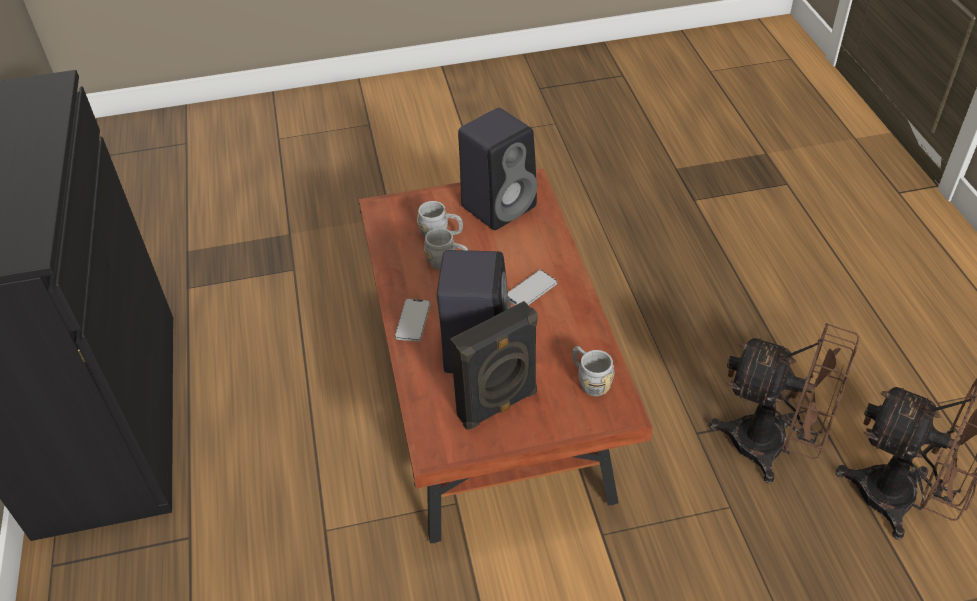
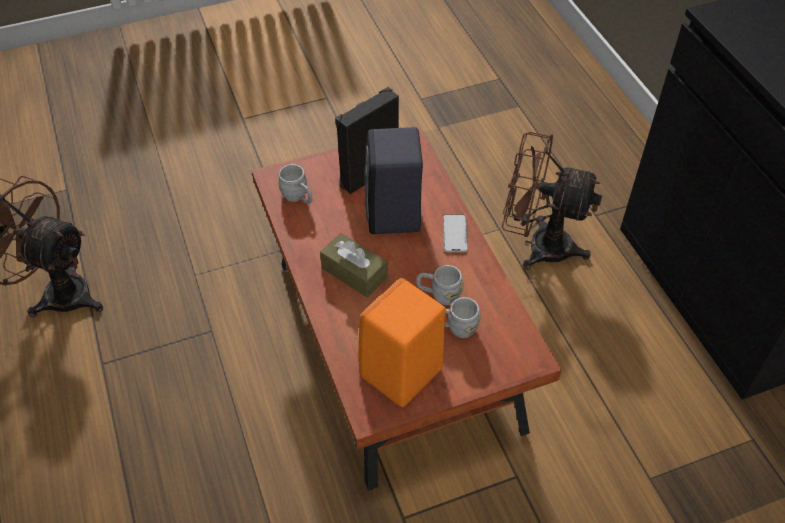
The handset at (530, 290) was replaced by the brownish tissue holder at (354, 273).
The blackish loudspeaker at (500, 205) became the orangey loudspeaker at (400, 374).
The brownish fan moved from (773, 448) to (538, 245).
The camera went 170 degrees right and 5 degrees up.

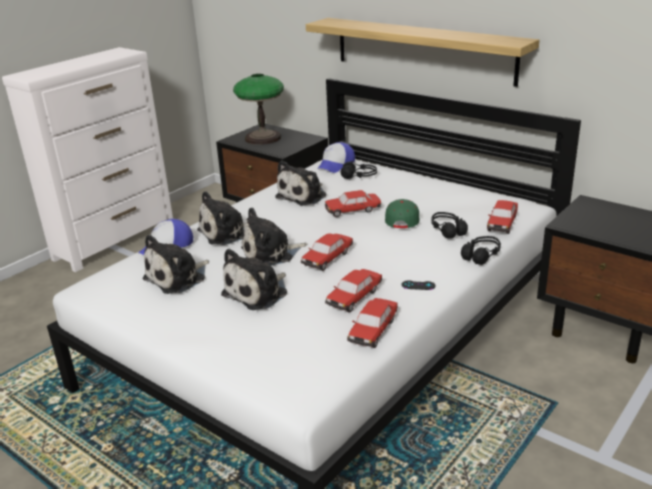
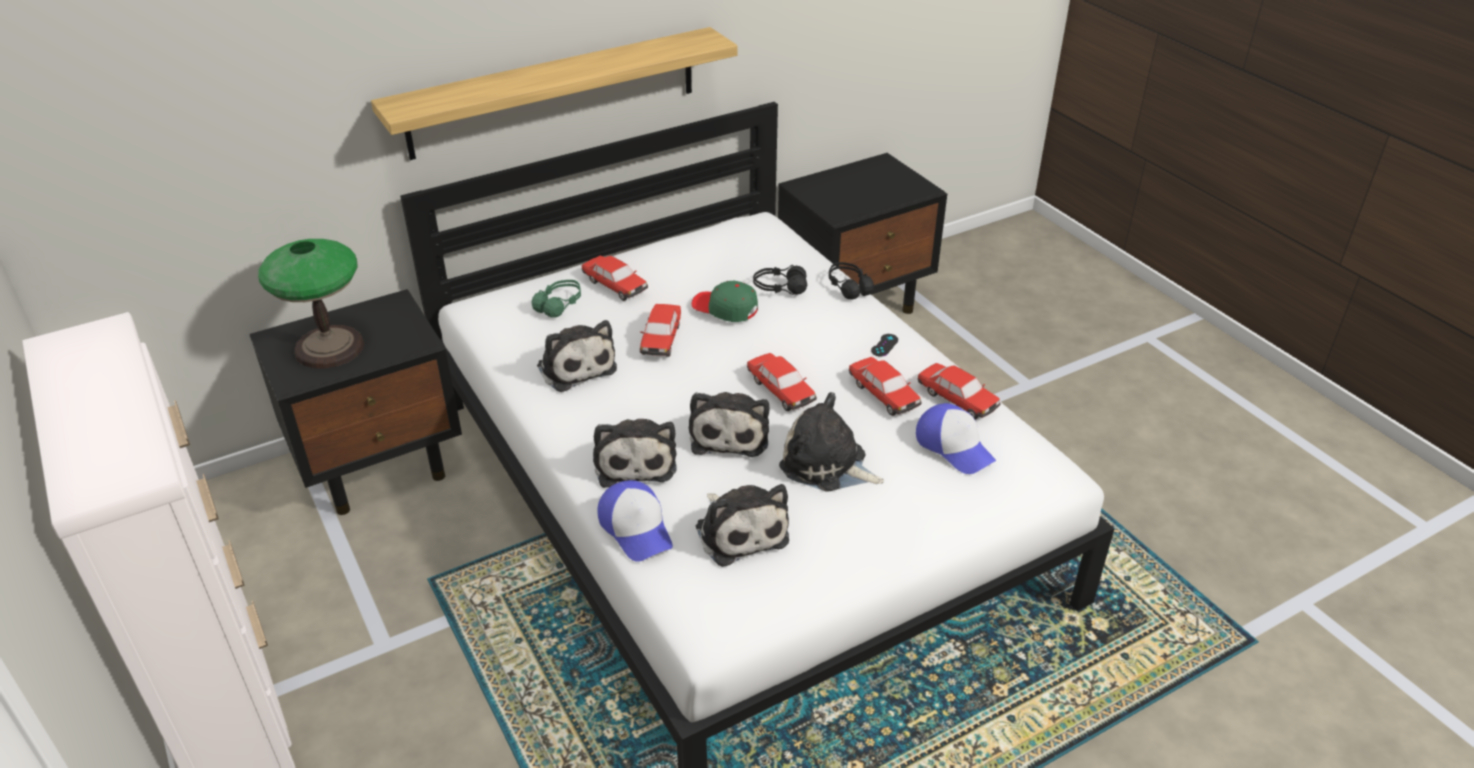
The blackish pair of headphones at (359, 176) became the green-coloured pair of headphones at (559, 305).
The miniature car moved from (502, 223) to (615, 285).
The plush toy at (258, 293) turned 150 degrees clockwise.
The baseball cap moved from (336, 165) to (954, 446).
The camera went 70 degrees left and 10 degrees up.

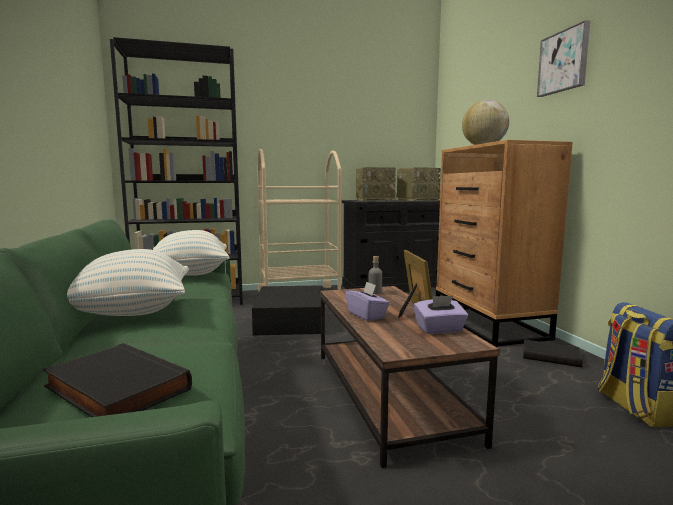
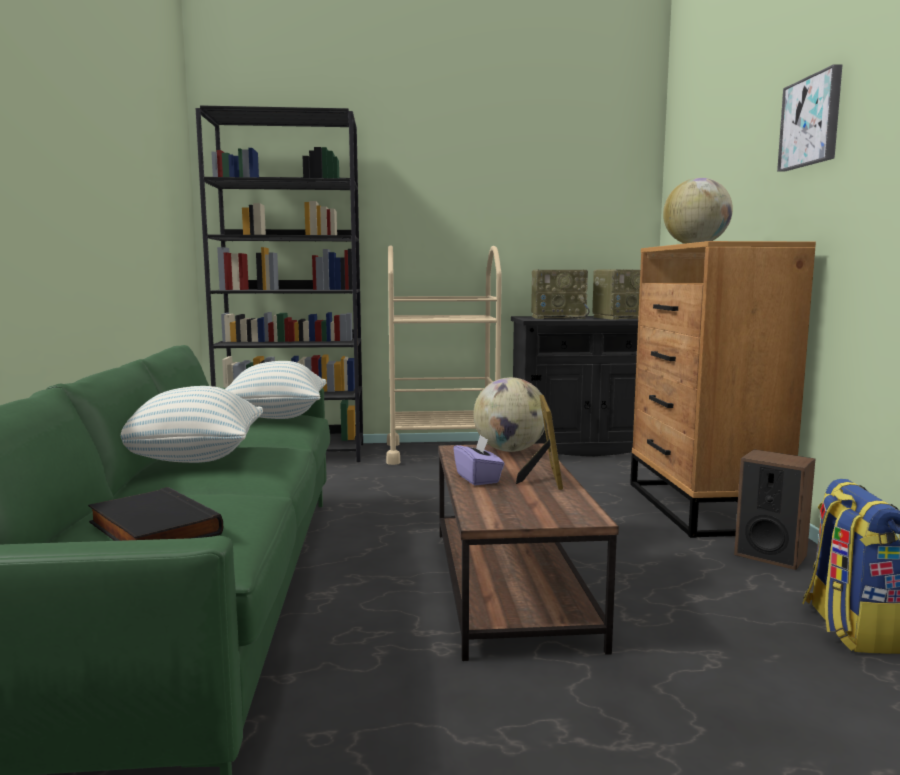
The grey bottle at (375, 292) was replaced by the world globe at (510, 450).
The blackish bound book at (551, 356) was replaced by the loudspeaker at (770, 555).
The blackish storage container at (291, 319) disappeared.
The purple-coloured tissue holder at (439, 329) disappeared.
The camera went 10 degrees right and 0 degrees up.

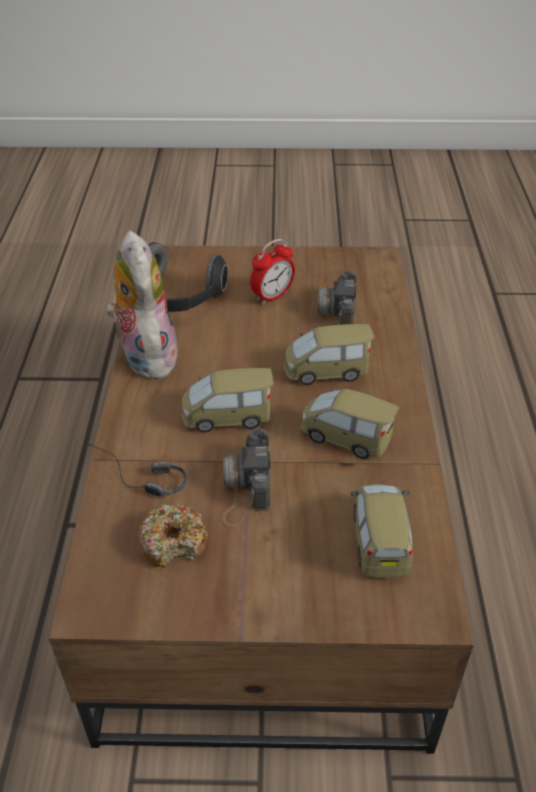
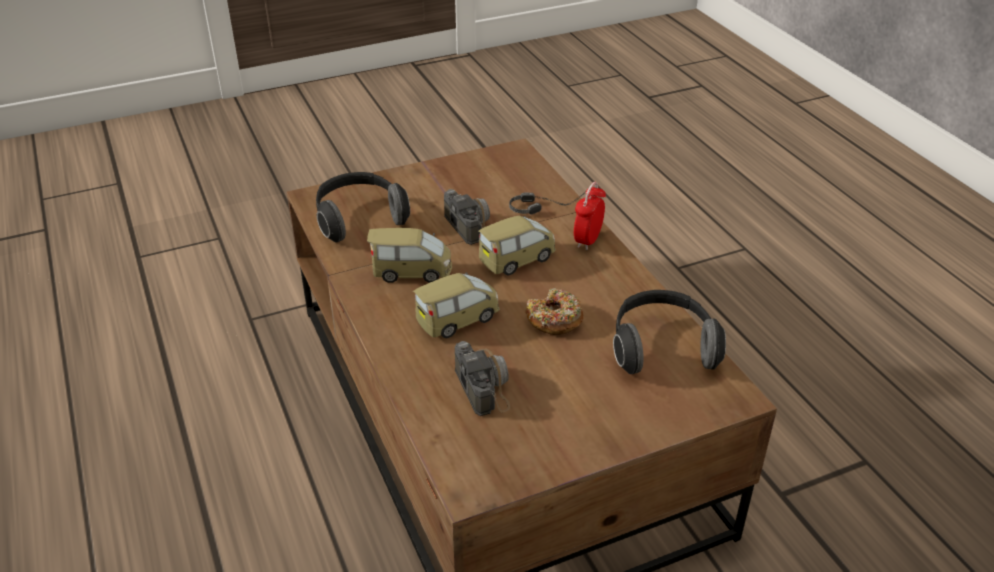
The miniature car at (379, 540) was replaced by the pair of headphones at (359, 219).
The doughnut moved from (173, 542) to (554, 320).
The alarm clock moved from (272, 296) to (587, 240).
The plush toy at (145, 356) disappeared.
The camera went 155 degrees right and 5 degrees down.

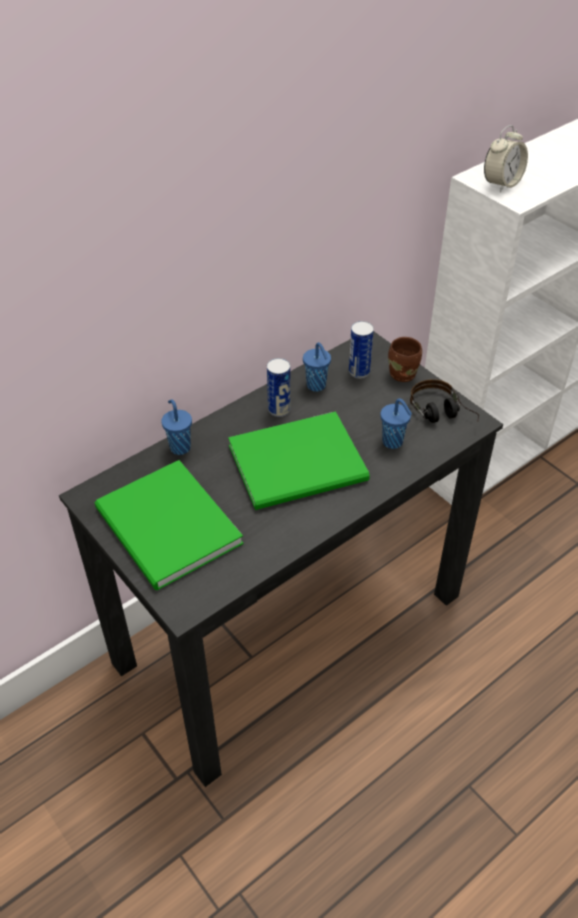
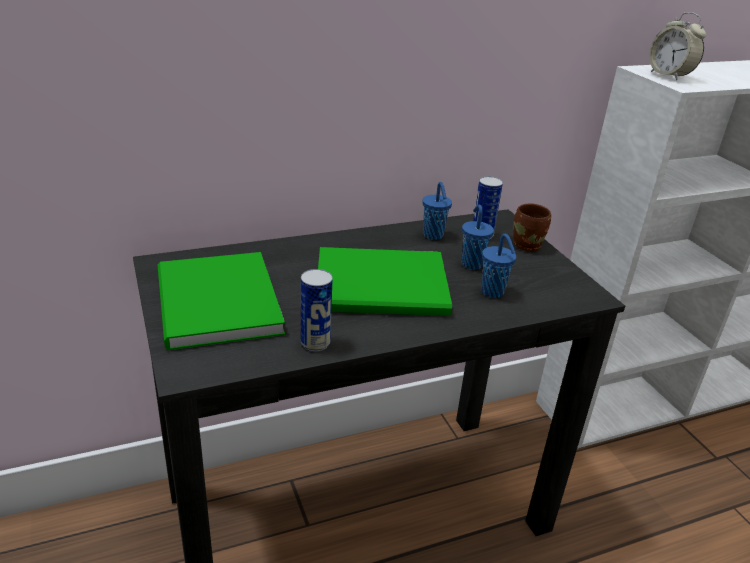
The sealed can moved from (279, 410) to (315, 343).
The blue-coloured small cup moved from (179, 447) to (471, 263).
The alarm clock at (502, 184) turned 90 degrees clockwise.
The pair of headphones at (442, 415) disappeared.
The camera went 15 degrees right and 15 degrees down.

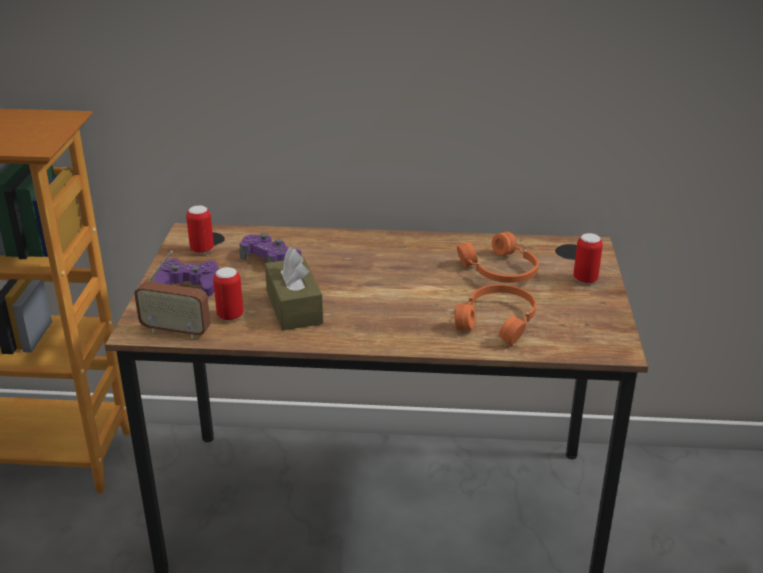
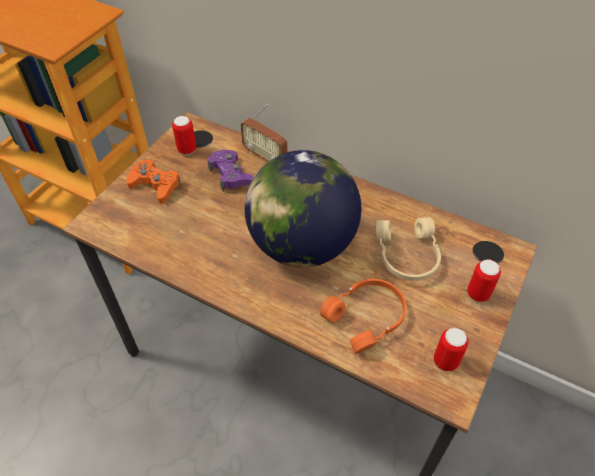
The purple-coloured game controller at (189, 285) became the orangey game controller at (155, 185).
The radio moved from (176, 331) to (265, 157).
The world globe at (301, 244) appeared.
The orangey pair of headphones at (499, 271) became the beige pair of headphones at (406, 256).
The sealed can moved from (230, 316) to (445, 361).
The brownish tissue holder at (294, 307) disappeared.
The camera went 25 degrees right and 20 degrees up.

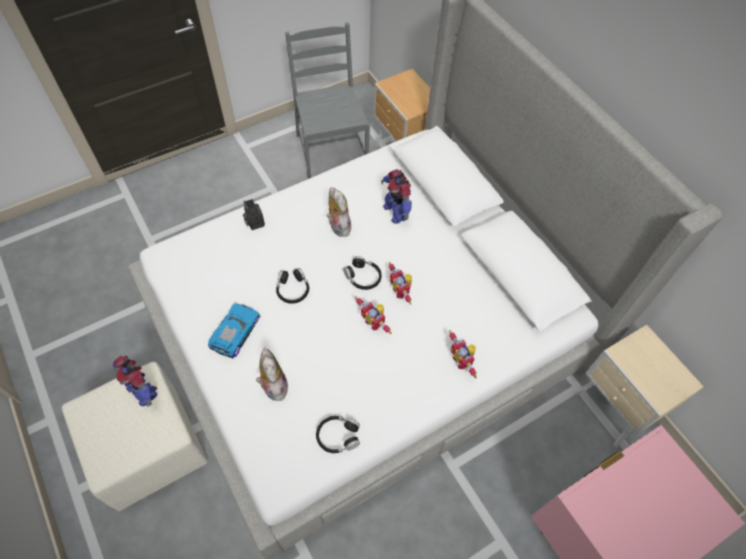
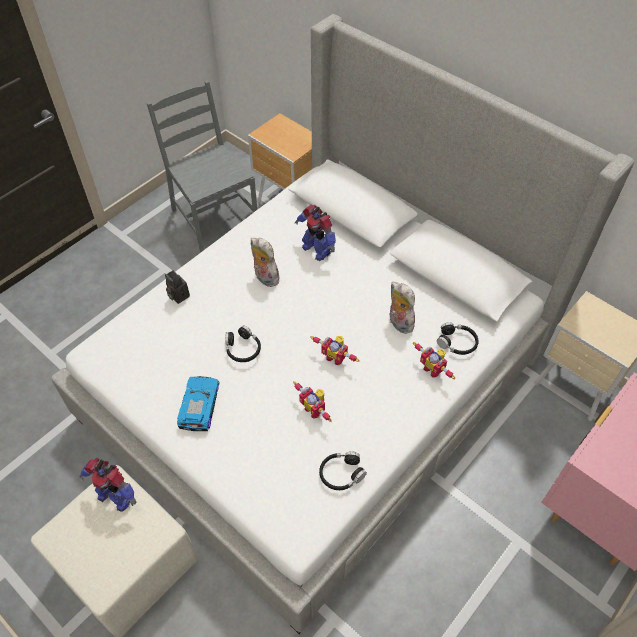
The robot figure moved from (401, 291) to (314, 409).
The plush toy moved from (273, 386) to (398, 323).
The blackish pair of headphones moved from (363, 277) to (457, 342).
The camera went 15 degrees left and 5 degrees down.

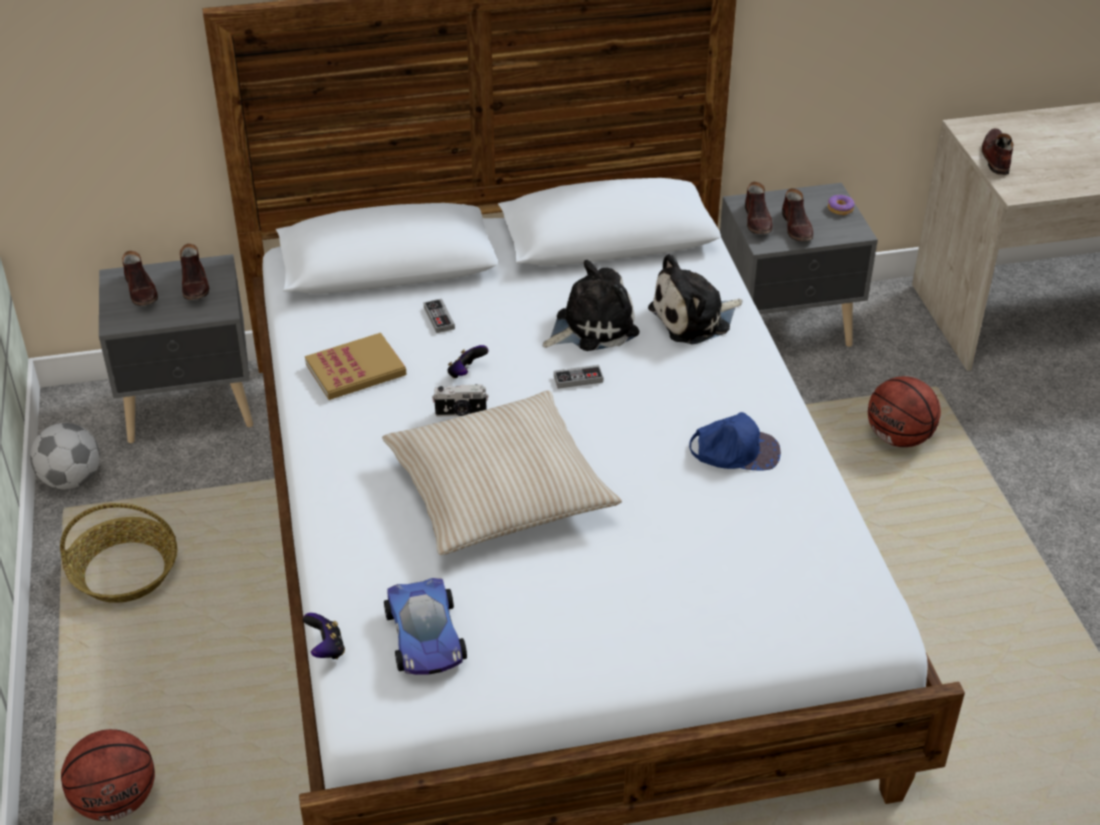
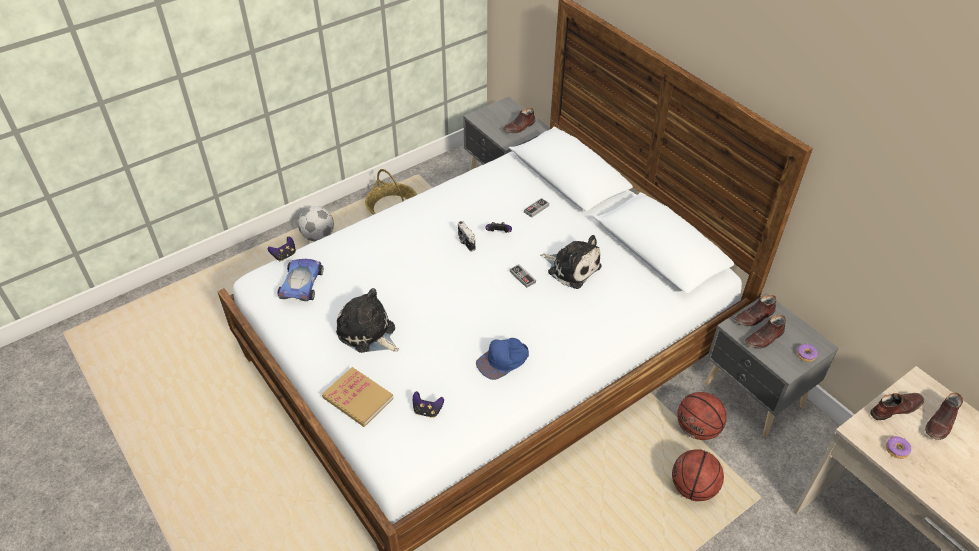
The miniature car at (425, 637) turned 135 degrees clockwise.
The football ball moved from (72, 479) to (318, 236).
The bound book moved from (356, 370) to (358, 398).
The plush toy moved from (694, 319) to (368, 333).
The game controller at (427, 410) appeared.
The blue-coloured baseball cap at (735, 450) turned 75 degrees clockwise.
The basketball ball moved from (116, 801) to (697, 429).
The doughnut at (896, 450) appeared.
The brownish low shoe moved from (141, 291) to (941, 423).
The beige pillow at (498, 490) disappeared.
The camera went 65 degrees right and 5 degrees up.

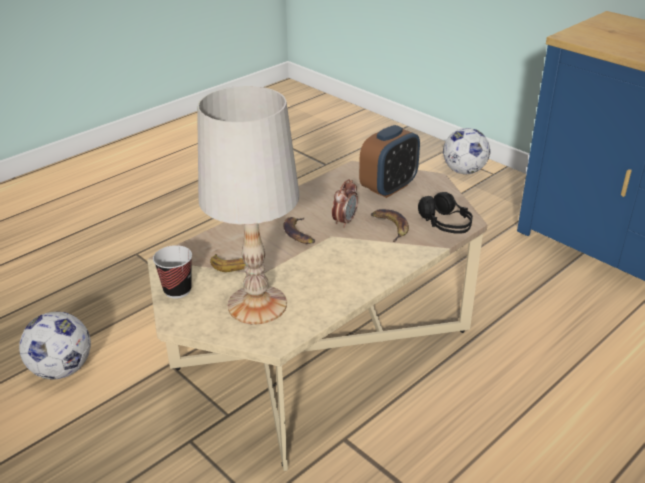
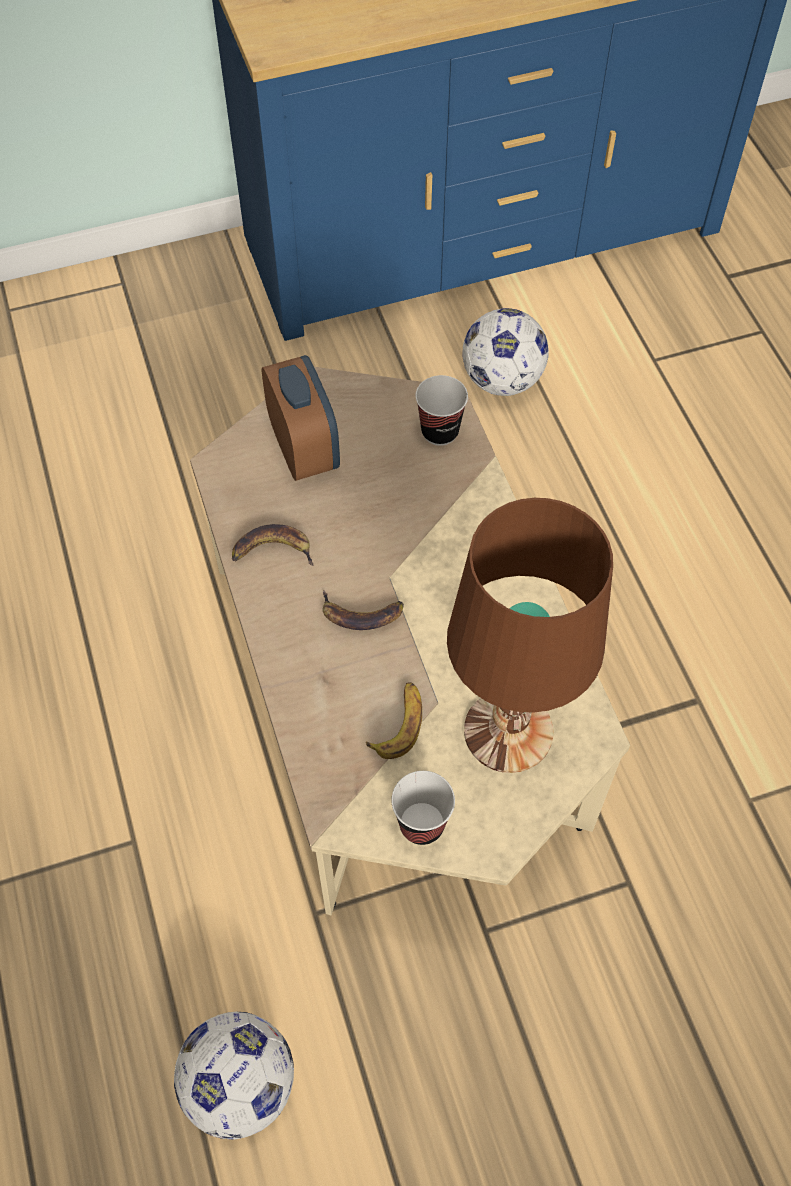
The banana moved from (390, 226) to (272, 550).
The blackish pair of headphones at (445, 224) was replaced by the small cup at (440, 431).
The white-coloured lamp for a table at (257, 304) became the brownish lamp for a table at (507, 730).
The football ball moved from (464, 171) to (502, 380).
The alarm clock at (344, 221) disappeared.
The camera went 65 degrees left and 25 degrees up.

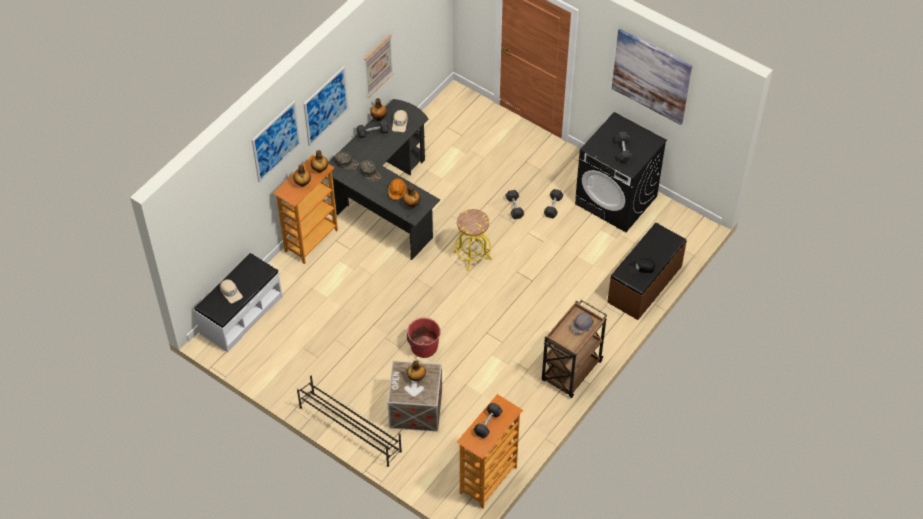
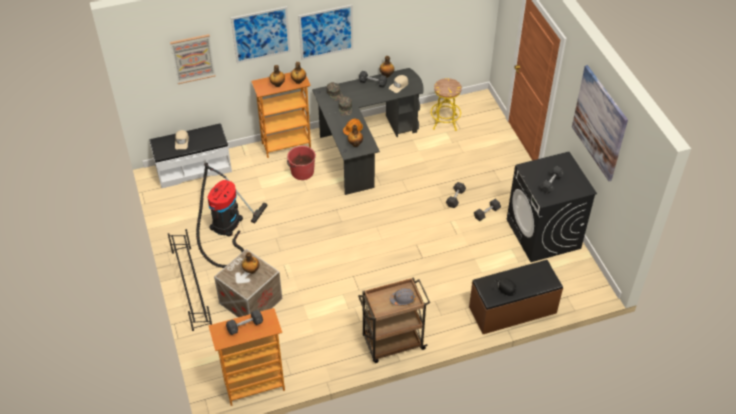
The wall art moved from (377, 65) to (193, 58).
The hoover at (225, 227) appeared.
The red water bucket moved from (423, 347) to (302, 172).
The yellowish stool seat moved from (472, 255) to (445, 122).
The camera went 35 degrees right and 5 degrees down.

